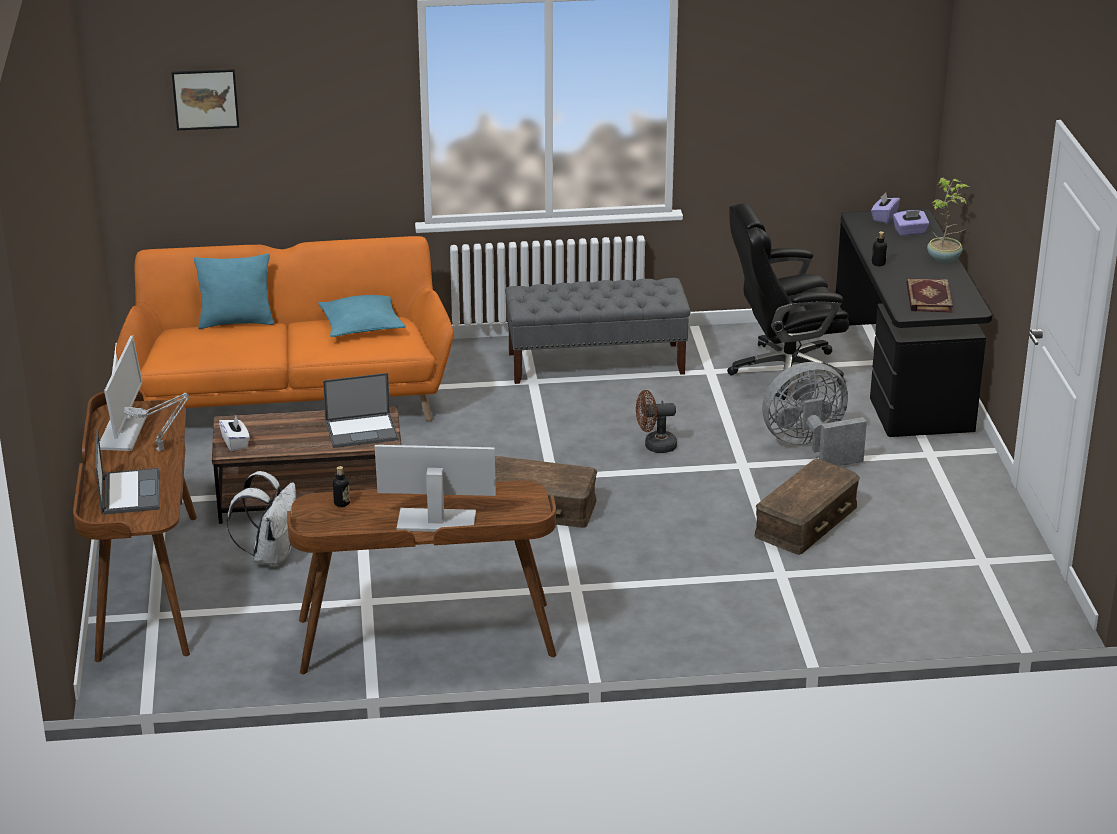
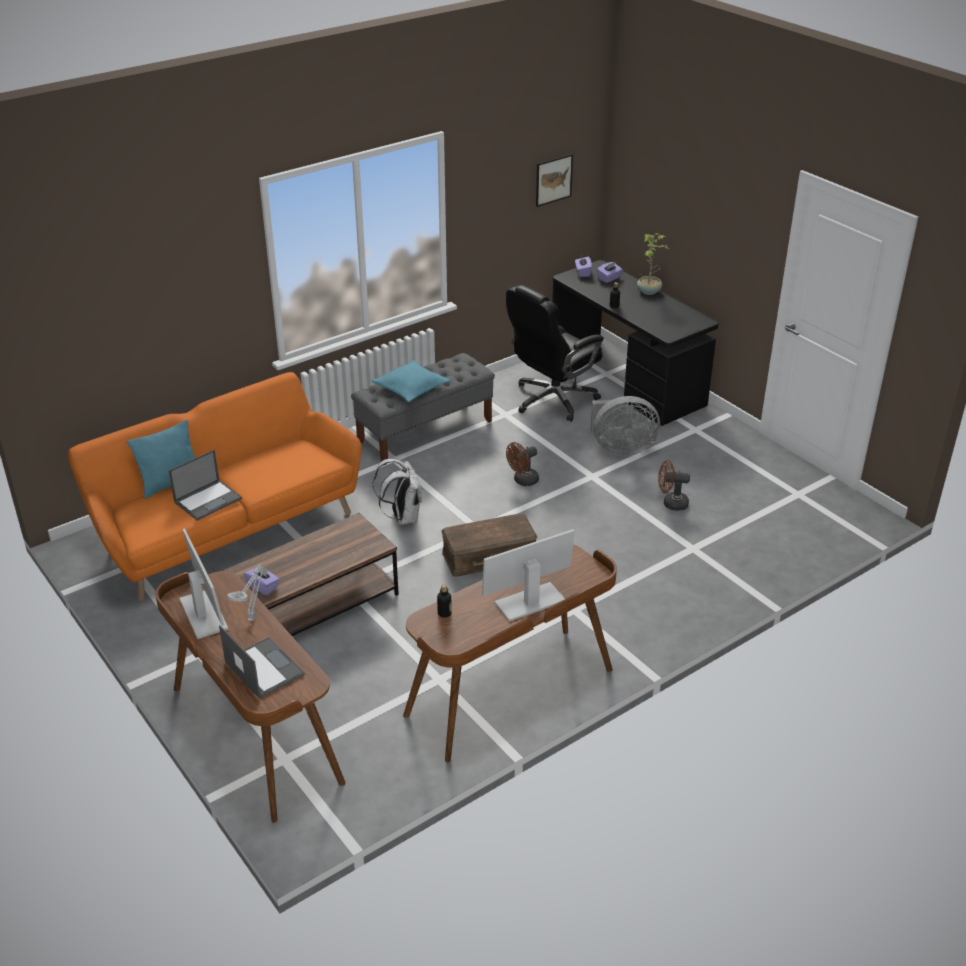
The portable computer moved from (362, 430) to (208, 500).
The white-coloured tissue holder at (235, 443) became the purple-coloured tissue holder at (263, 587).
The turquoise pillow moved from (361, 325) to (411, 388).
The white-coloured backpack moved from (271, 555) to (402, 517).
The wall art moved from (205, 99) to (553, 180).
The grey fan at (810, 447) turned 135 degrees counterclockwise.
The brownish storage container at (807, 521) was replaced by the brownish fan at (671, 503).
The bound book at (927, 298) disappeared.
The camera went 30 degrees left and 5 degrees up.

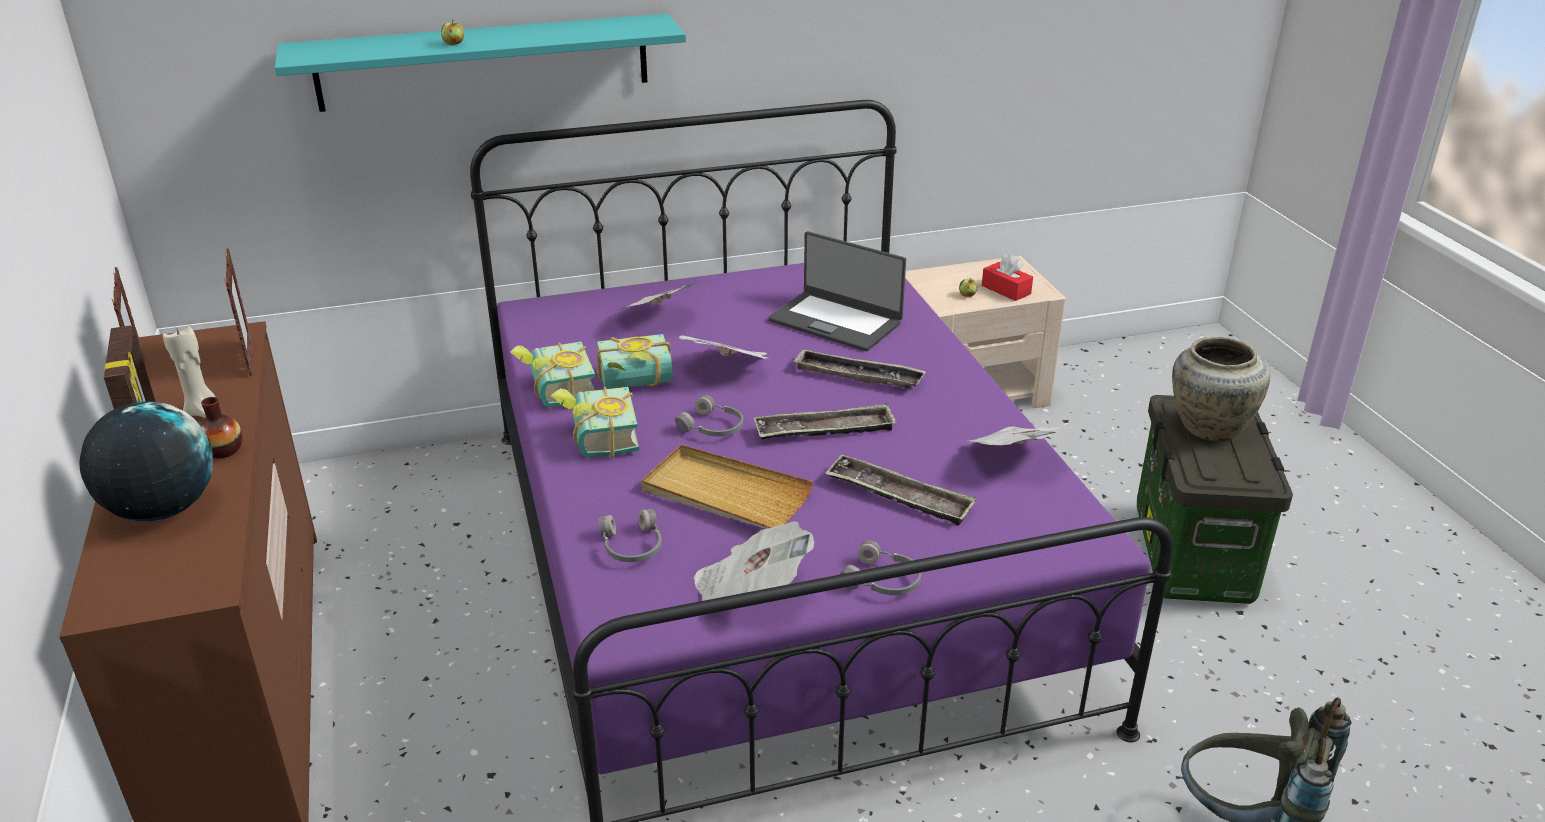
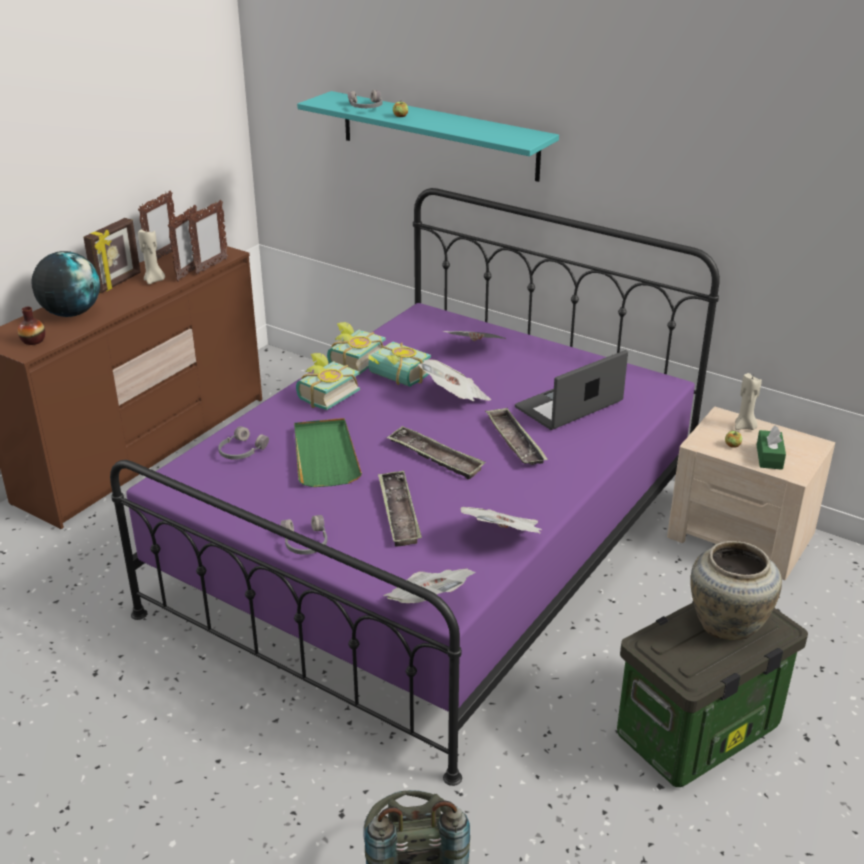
The flower vase moved from (223, 450) to (33, 341).
The photo frame at (189, 273) appeared.
The beige serving tray at (725, 493) became the green-coloured serving tray at (325, 455).
The grey pair of headphones moved from (712, 428) to (365, 107).
The printed paper moved from (750, 592) to (428, 602).
The portable computer at (836, 321) turned 60 degrees clockwise.
The beige candle at (744, 427) appeared.
The red tissue holder at (1006, 290) became the green-coloured tissue holder at (769, 457).
The camera went 50 degrees right and 0 degrees up.

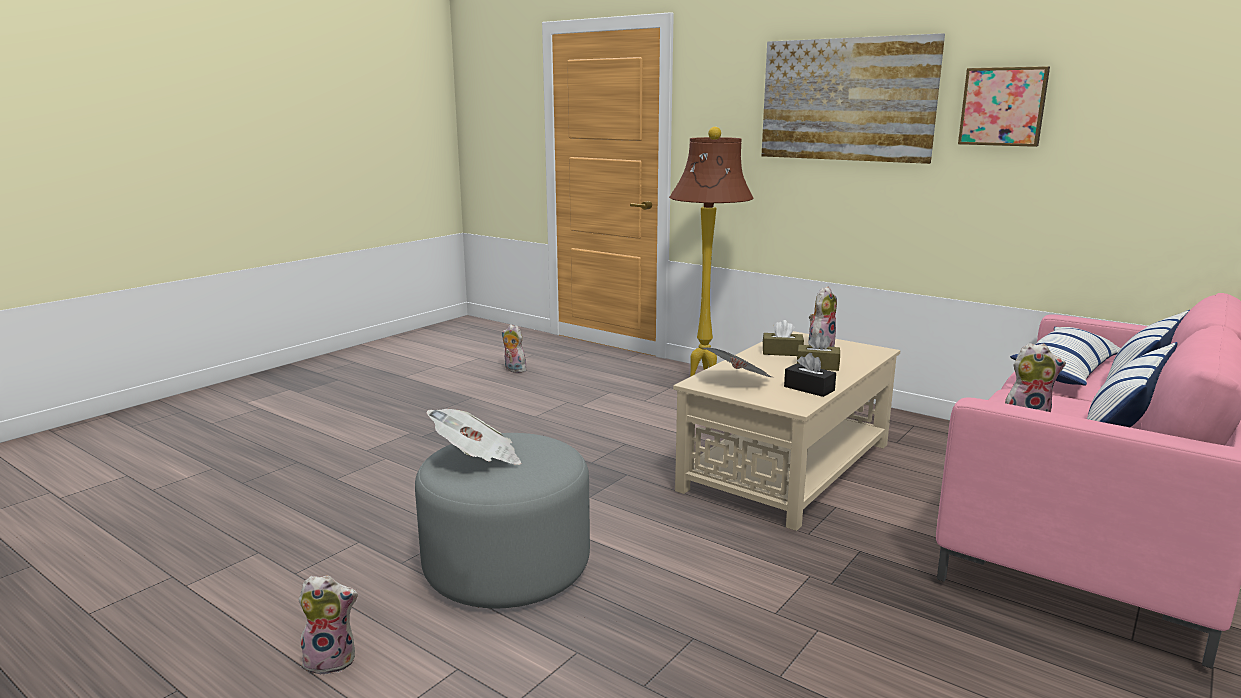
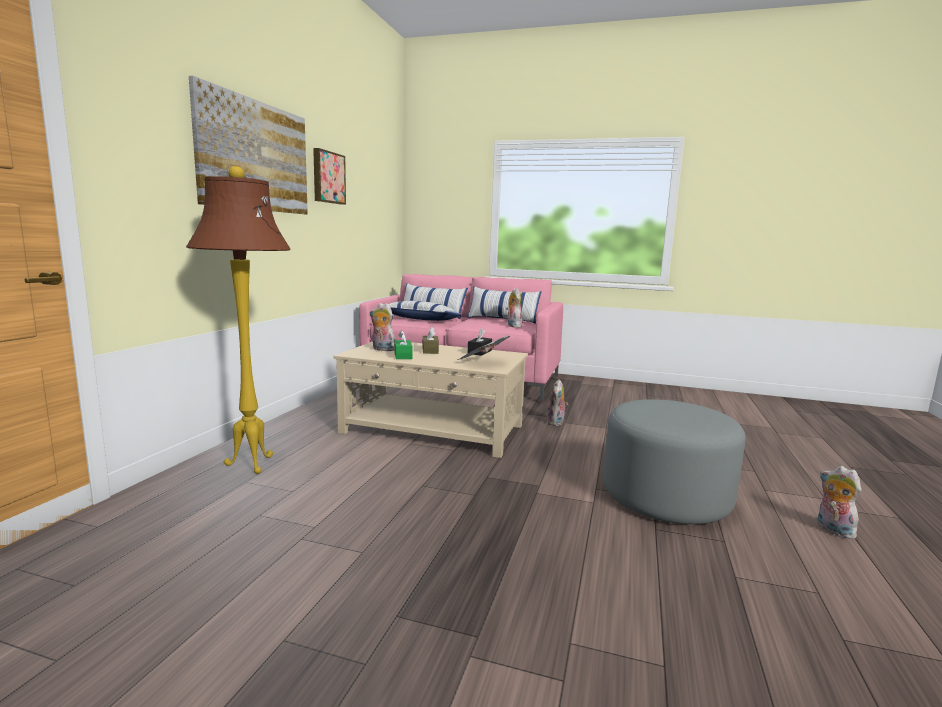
The brownish tissue holder at (782, 352) became the green-coloured tissue holder at (403, 355).
The plush toy moved from (513, 370) to (556, 423).
The printed paper at (477, 459) disappeared.
The camera went 110 degrees left and 5 degrees down.

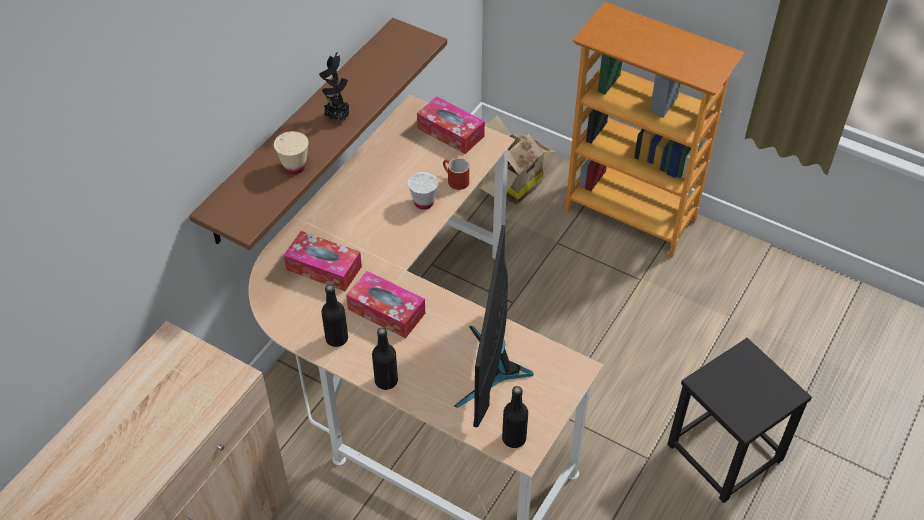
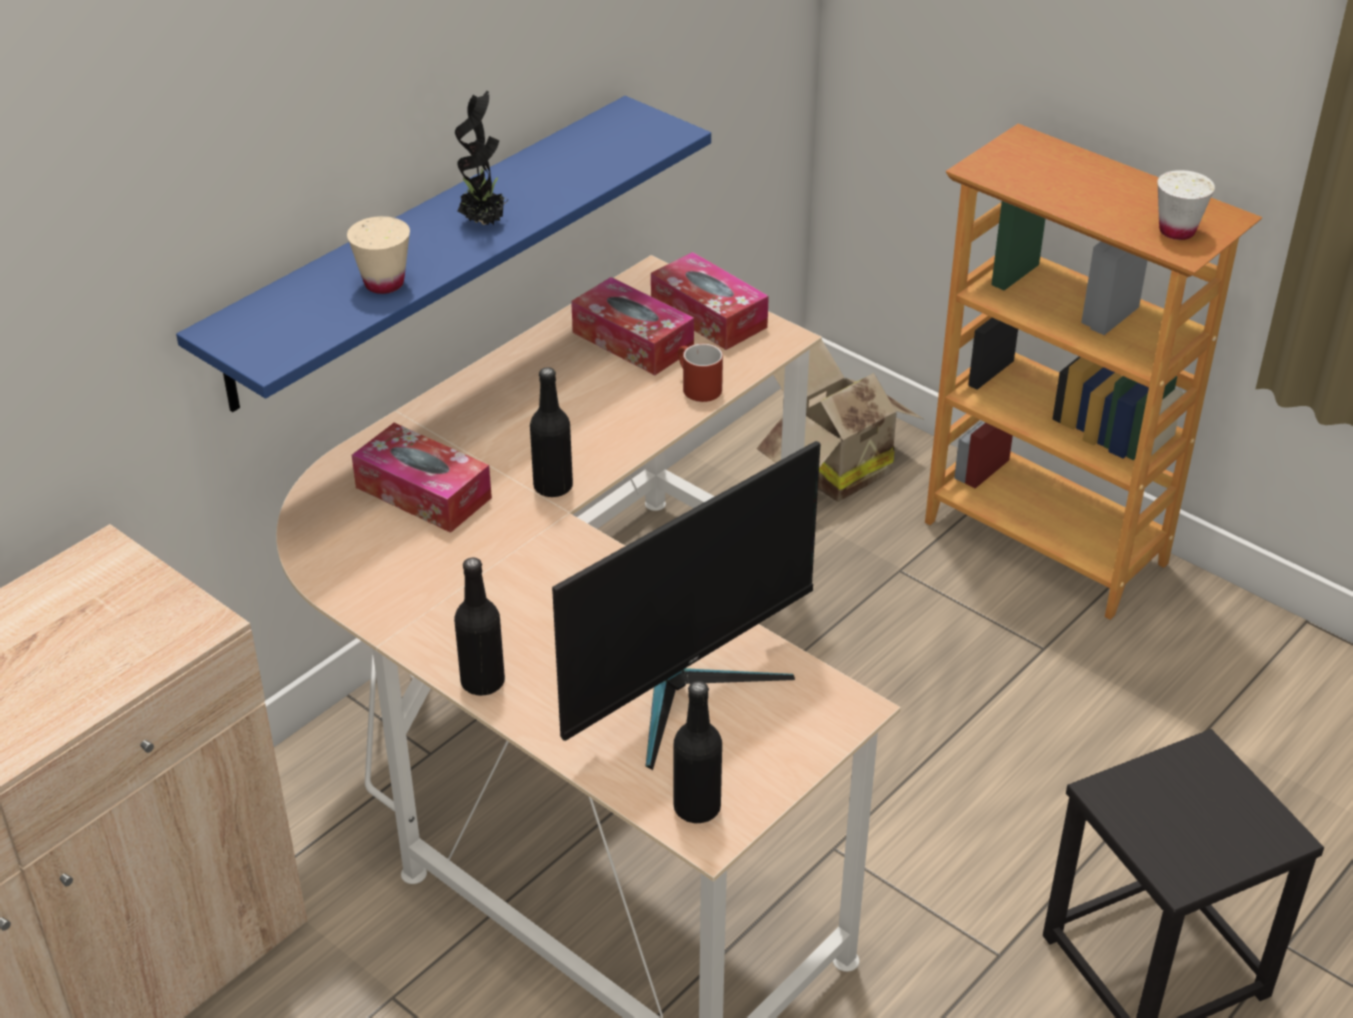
The brownish shelf at (302, 131) became the blue-coloured shelf at (425, 251).
The blackish bottle moved from (337, 338) to (553, 486).
The computer screen at (492, 370) turned 150 degrees counterclockwise.
The tissue holder moved from (386, 311) to (632, 341).
The white-coloured small cup moved from (424, 202) to (1177, 231).
The camera went 10 degrees right and 10 degrees down.

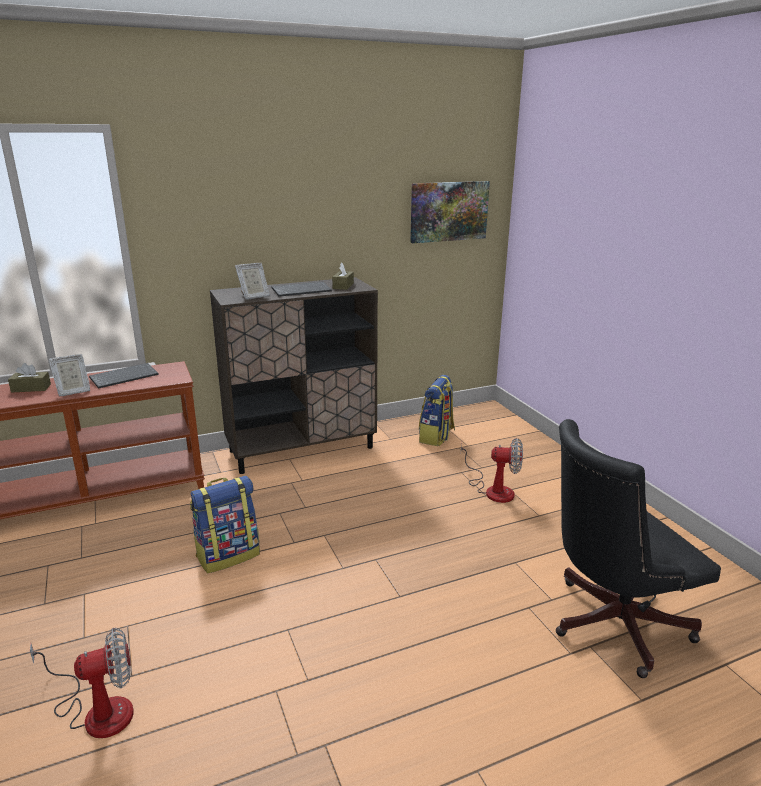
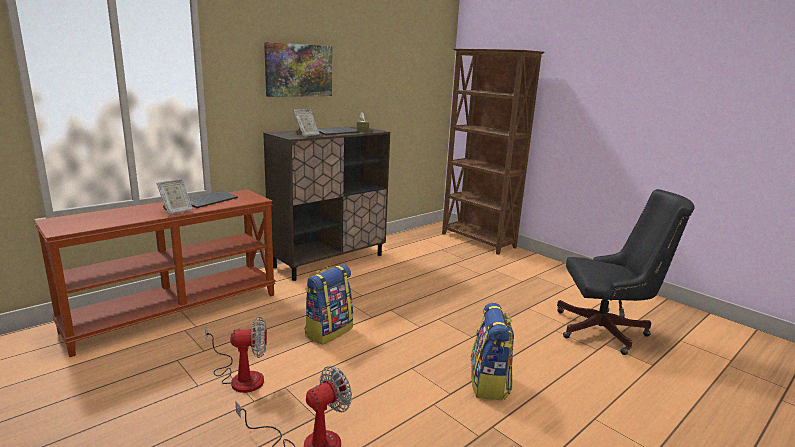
The fan moved from (493, 489) to (241, 377).
The wall art moved from (448, 211) to (298, 70).
The brownish shelving unit at (478, 241) appeared.
The backpack moved from (436, 437) to (489, 383).
The blackish office chair at (610, 624) turned 135 degrees counterclockwise.
The brownish tissue holder at (31, 388) disappeared.
The camera went 20 degrees left and 5 degrees down.

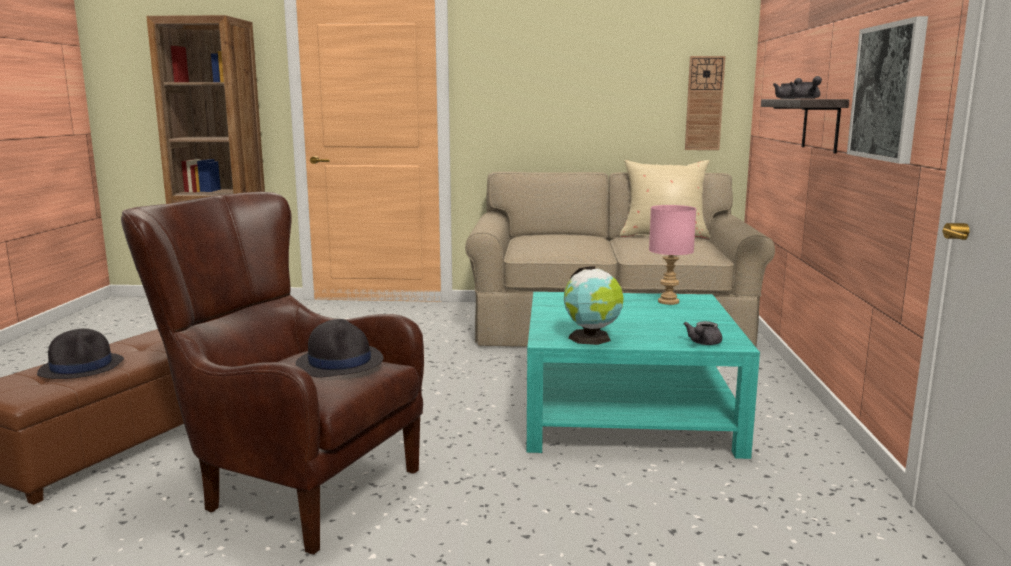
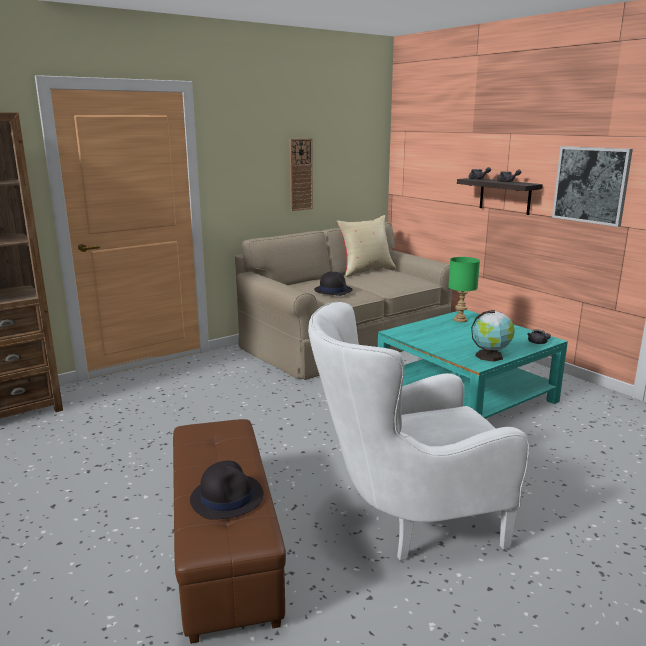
The wall clock moved from (704, 103) to (300, 174).
The brownish lounge chair at (288, 486) became the white-coloured lounge chair at (407, 520).
The blackish wearable hat moved from (340, 362) to (333, 290).
The pinkish lamp for a table at (669, 302) became the green-coloured lamp for a table at (460, 320).
The camera went 40 degrees left and 5 degrees up.

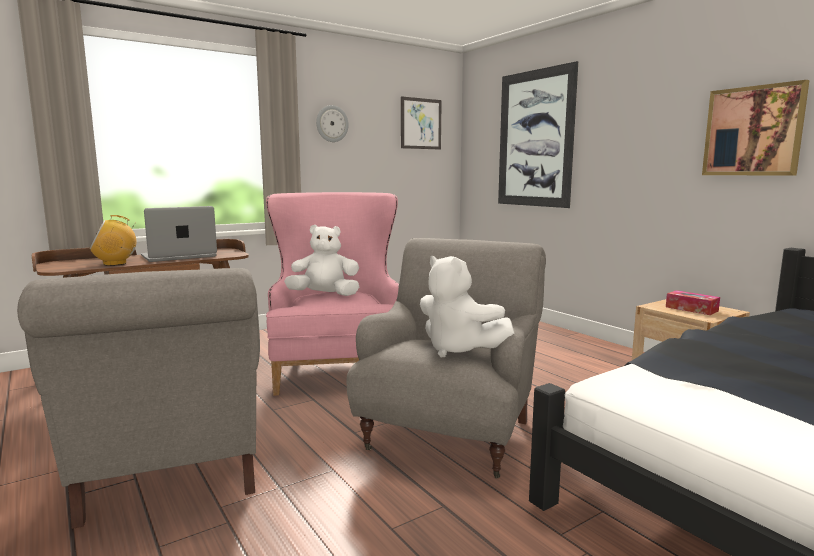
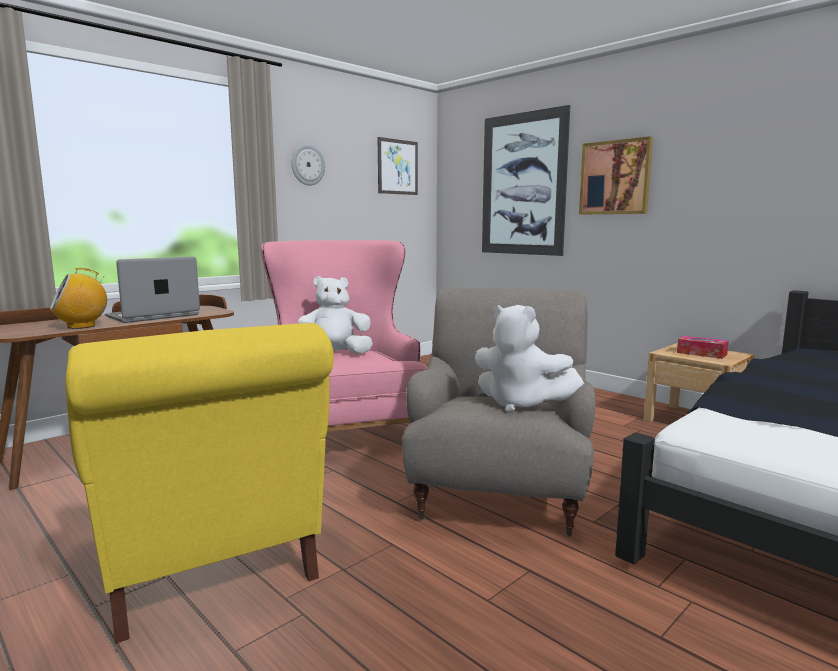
The grey lounge chair at (172, 472) became the yellowish lounge chair at (208, 564).
The wall art moved from (753, 131) to (615, 177).
The camera went 10 degrees left and 0 degrees up.

